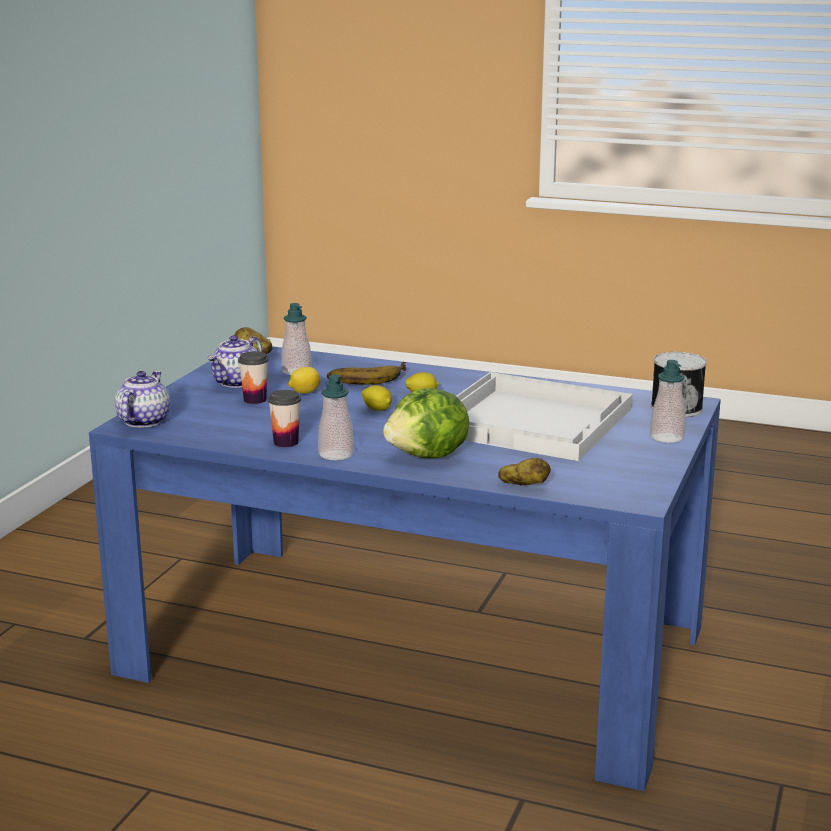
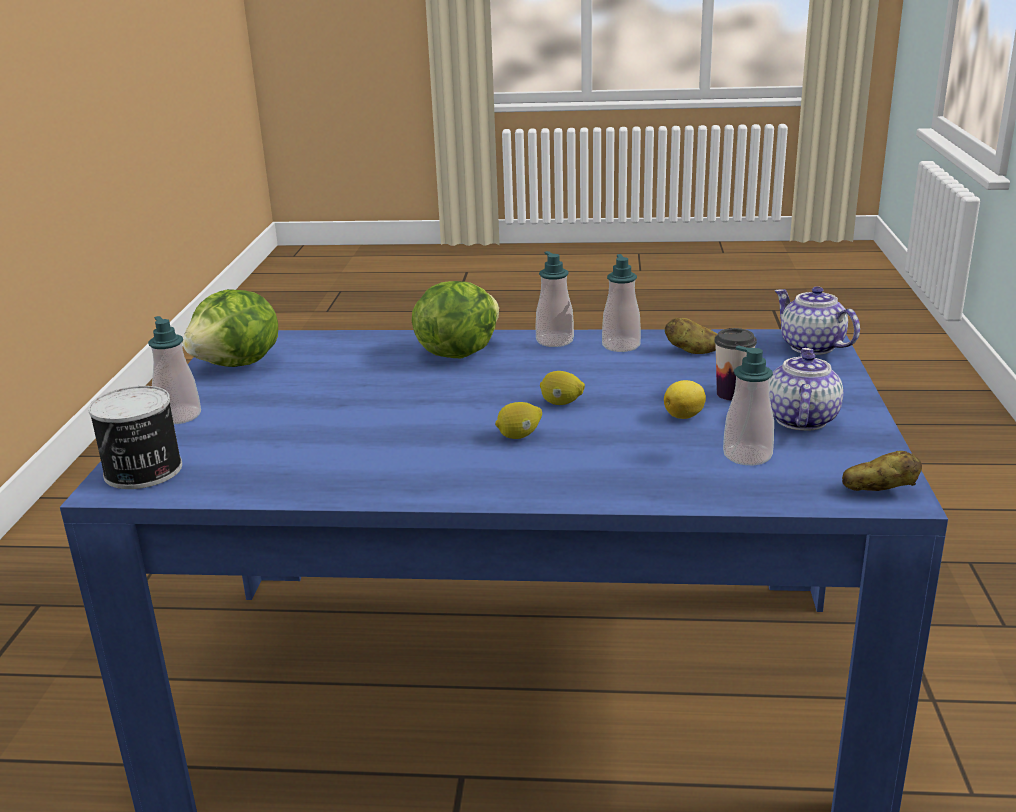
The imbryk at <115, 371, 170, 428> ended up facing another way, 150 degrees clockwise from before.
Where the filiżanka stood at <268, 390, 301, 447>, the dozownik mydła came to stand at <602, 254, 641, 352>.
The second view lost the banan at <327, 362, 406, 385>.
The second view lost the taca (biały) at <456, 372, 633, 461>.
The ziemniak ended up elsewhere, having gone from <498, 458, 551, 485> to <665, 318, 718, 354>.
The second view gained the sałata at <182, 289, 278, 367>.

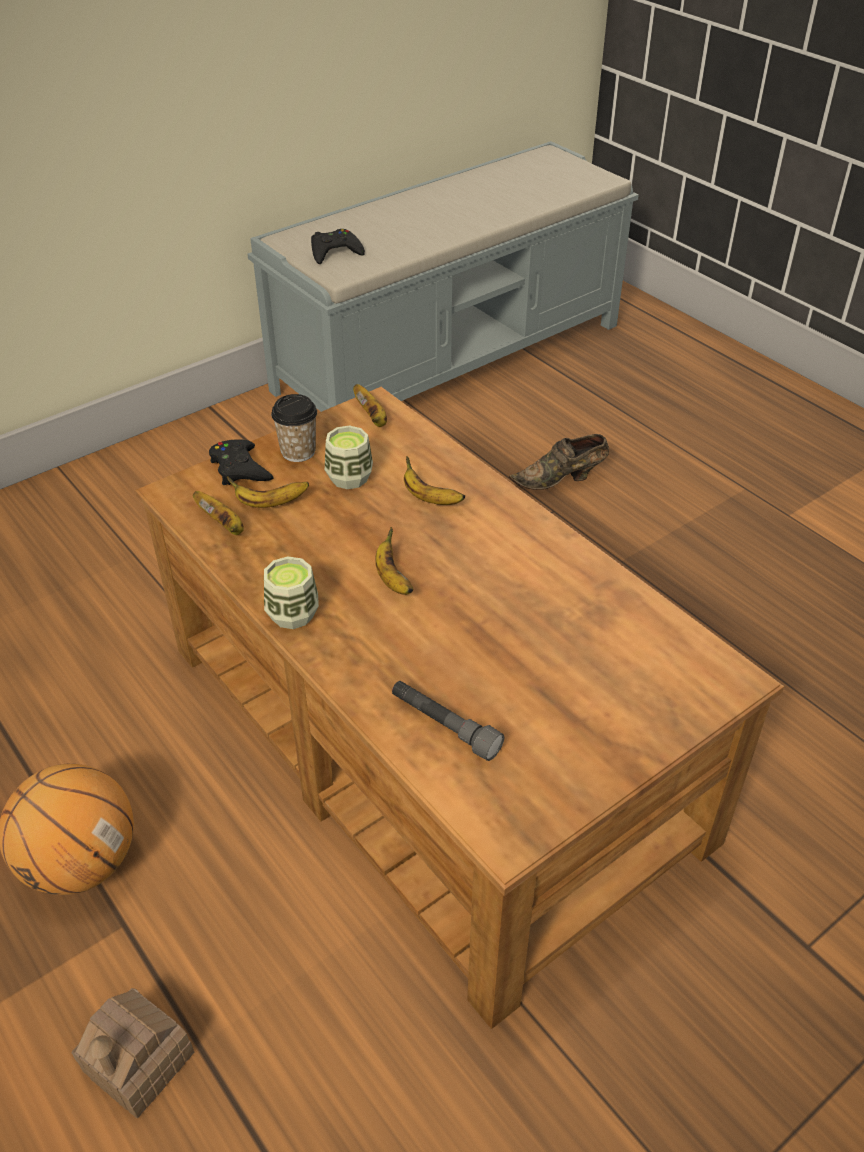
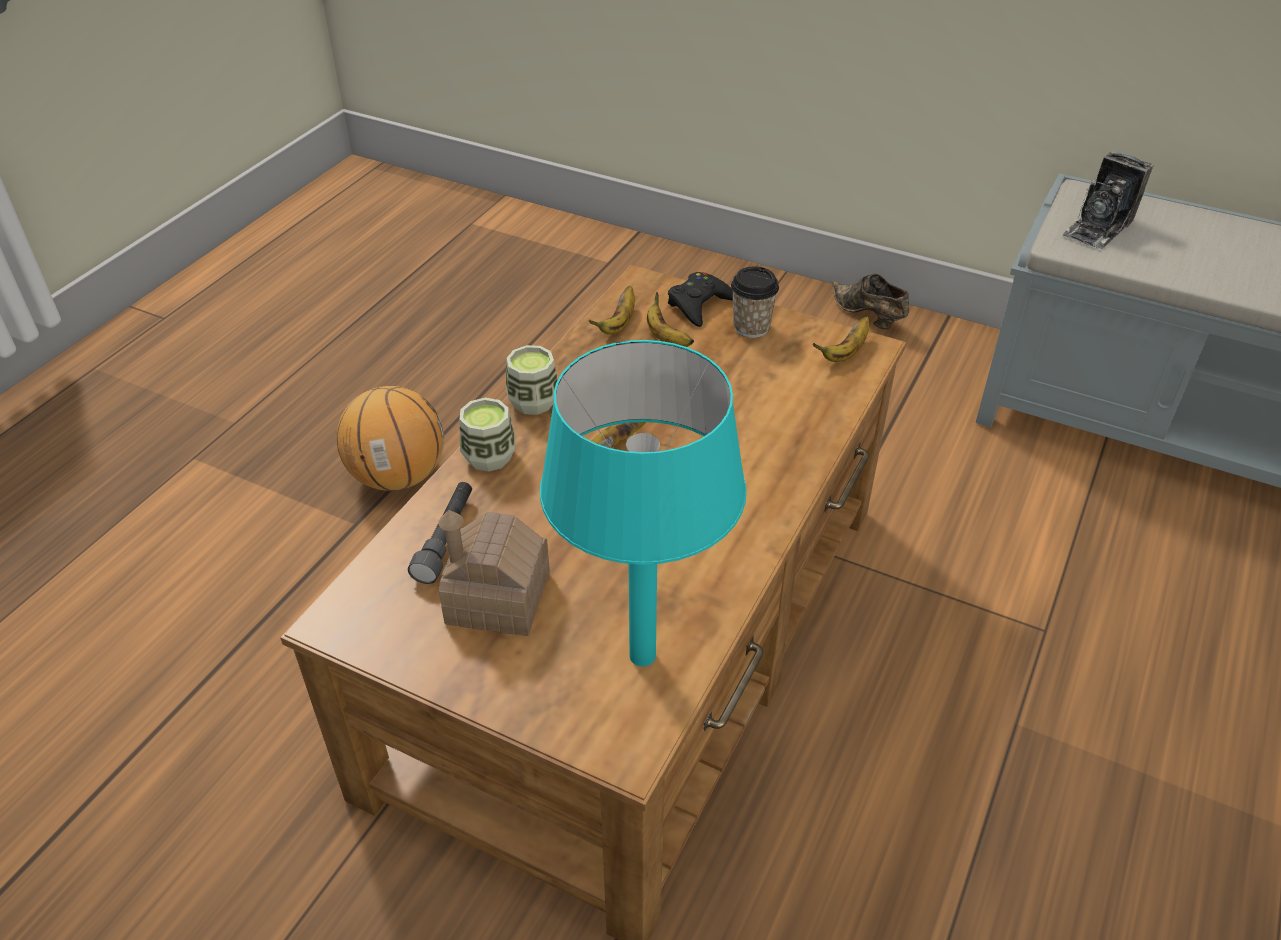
The domek ended up elsewhere, having gone from <71, 988, 194, 1118> to <438, 510, 550, 636>.
Where the pad do gier (czarny) stood at <311, 229, 365, 264>, the aparat fotograficzny came to stand at <1061, 152, 1154, 250>.
The filiżanka ended up elsewhere, having gone from <325, 425, 373, 489> to <460, 398, 515, 472>.
The second view lost the banan at <404, 456, 465, 505>.
The but (brązowy) ended up elsewhere, having gone from <509, 434, 609, 490> to <832, 274, 909, 329>.
The second view gained the lampa stołowa (turkusowy) at <540, 340, 746, 667>.

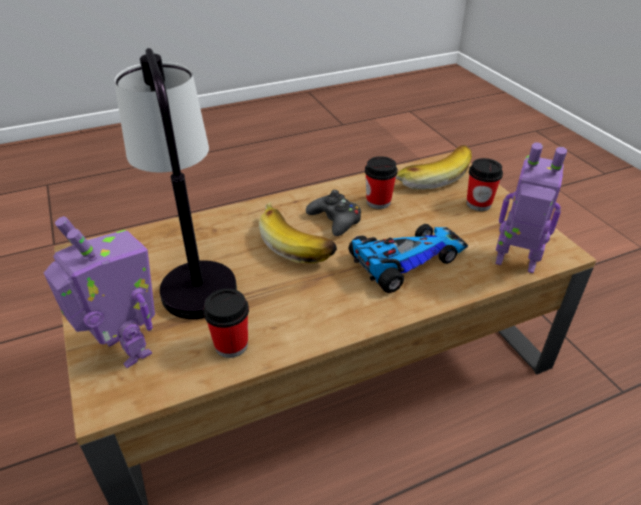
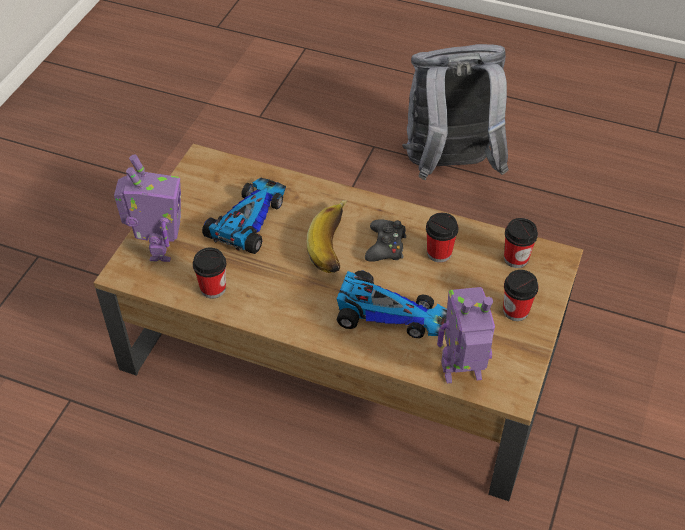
Where the lampa stołowa stood at <114, 48, 237, 319>, the samochodzik came to stand at <202, 178, 286, 254>.
Where the banan stood at <395, 145, 472, 190>, the filiżanka came to stand at <504, 218, 538, 268>.
The robot zabawkowy at <496, 142, 567, 273> ended up facing another way, 75 degrees counterclockwise from before.
The second view gained the plecak (szary) at <402, 44, 509, 180>.

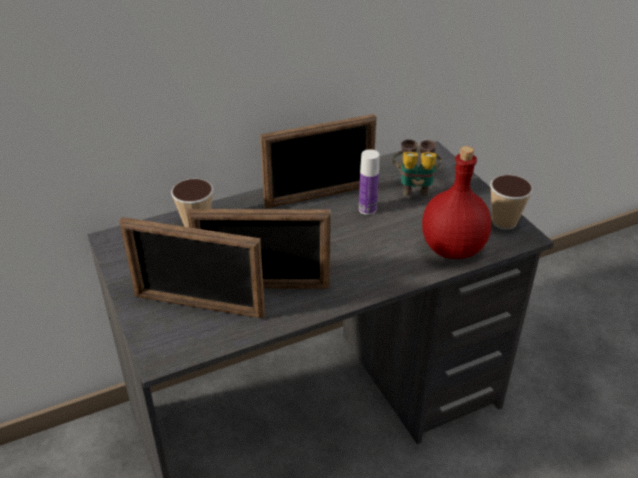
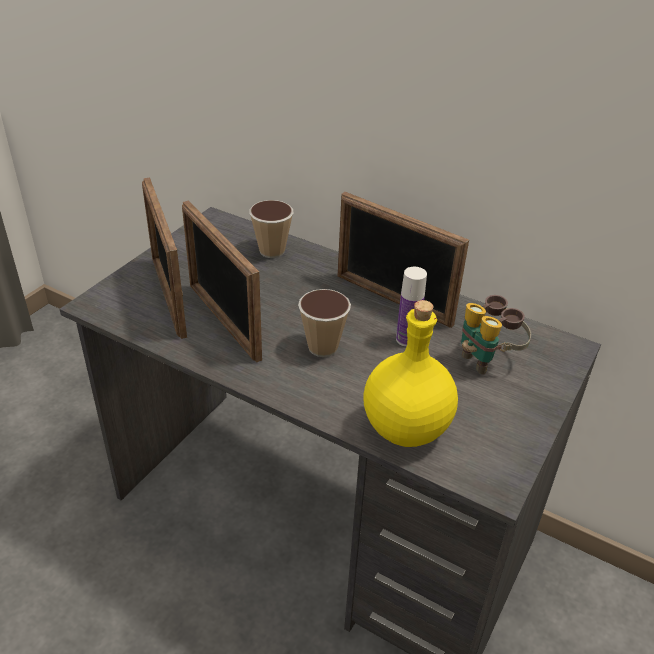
What was the butelka (czerwony) at <422, 146, 491, 259> turned into the butelka (żółty) at <364, 300, 458, 447>.
The filiżanka ended up elsewhere, having gone from <490, 175, 533, 230> to <298, 289, 351, 357>.

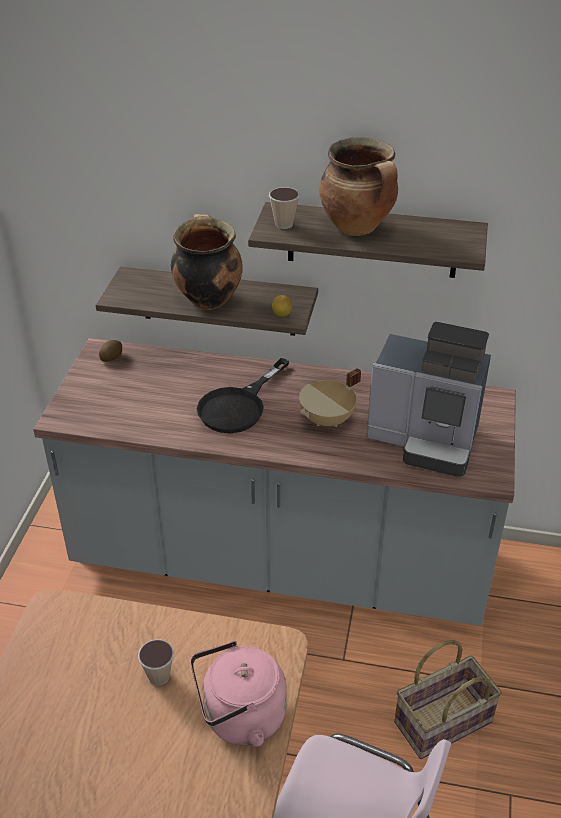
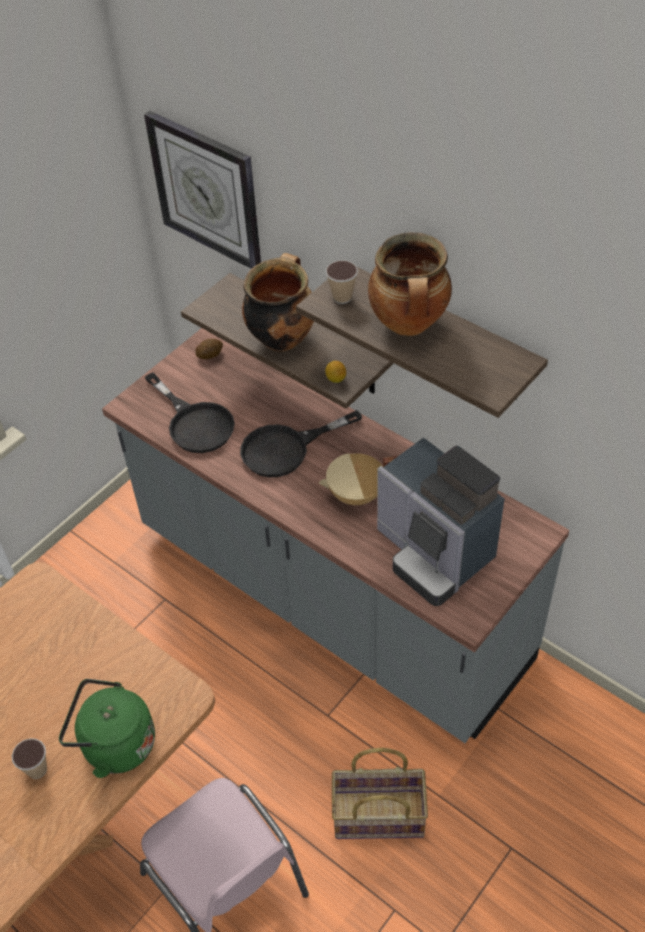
The filiżanka ended up elsewhere, having gone from <138, 639, 174, 686> to <12, 738, 47, 779>.
What was the czajnik (różowy) at <190, 641, 287, 747> turned into the czajnik (zielony) at <59, 679, 155, 778>.
The second view gained the zegar ścienny at <144, 111, 261, 269>.
The second view gained the patelnia (czarny) at <145, 372, 235, 453>.

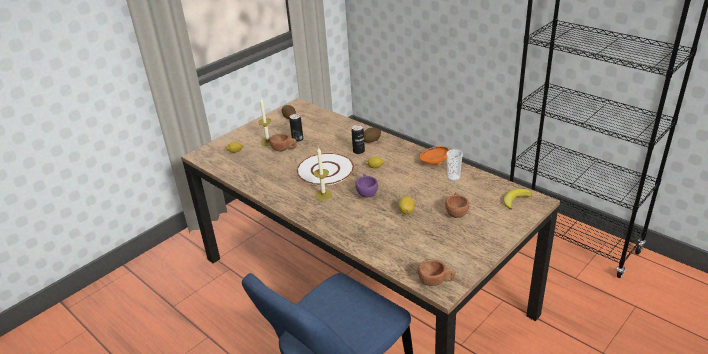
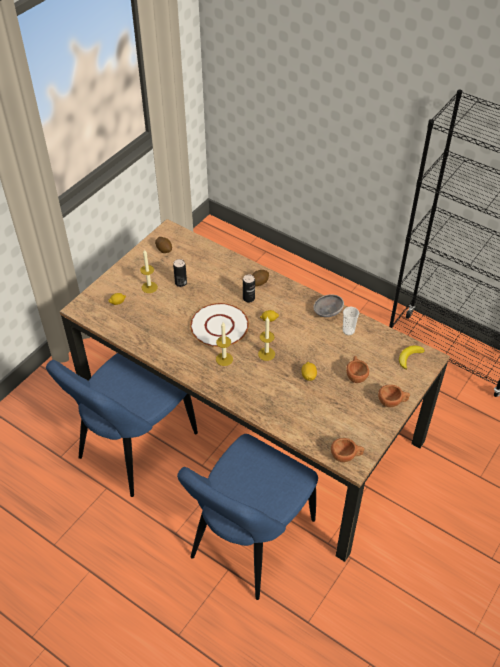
The filiżanka (brązowy) ended up elsewhere, having gone from <270, 134, 297, 151> to <378, 385, 410, 407>.
Where the filiżanka (fioletowy) stood at <355, 174, 378, 198>, the świeca came to stand at <258, 316, 275, 361>.
What was the miska (pomarańczowy) at <420, 146, 450, 165> turned into the miska (szary) at <313, 294, 344, 317>.
The second view gained the krzesło (niebieski) at <46, 353, 198, 497>.

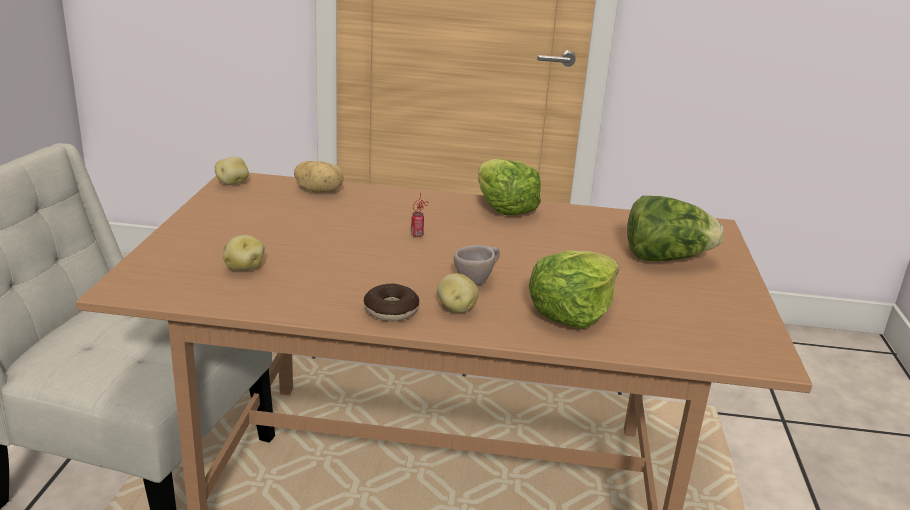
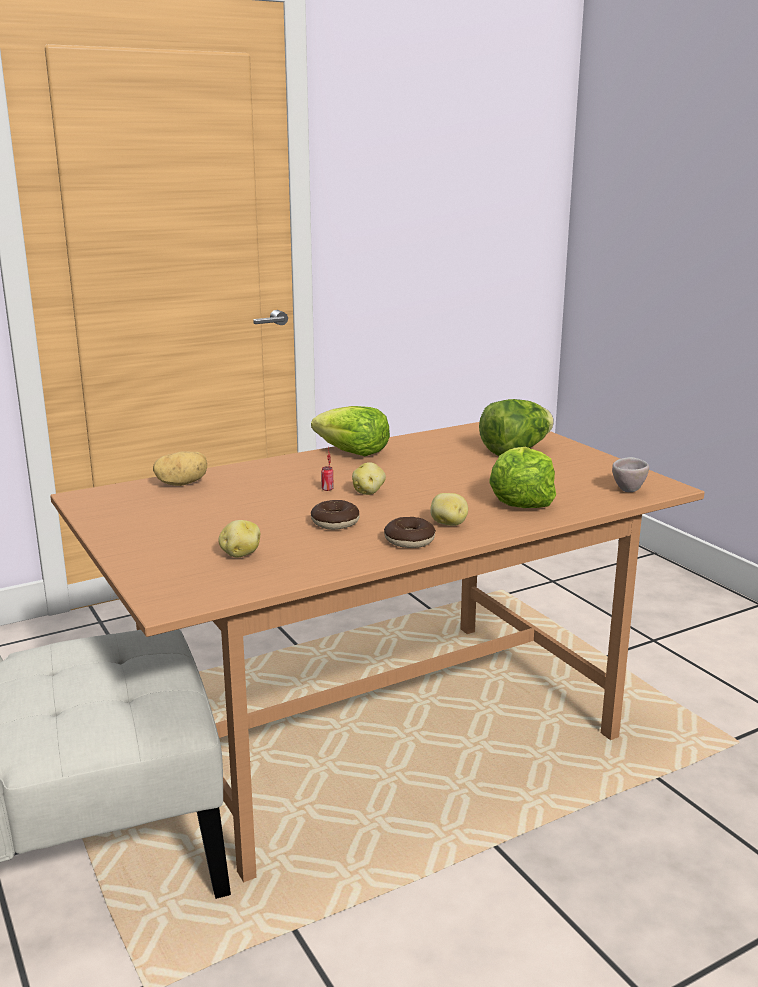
The ziemniak ended up elsewhere, having gone from <215, 156, 249, 185> to <352, 462, 386, 495>.
The filiżanka (beżowy) ended up elsewhere, having gone from <454, 245, 500, 285> to <612, 457, 649, 492>.
The second view gained the donut at <311, 500, 360, 530>.

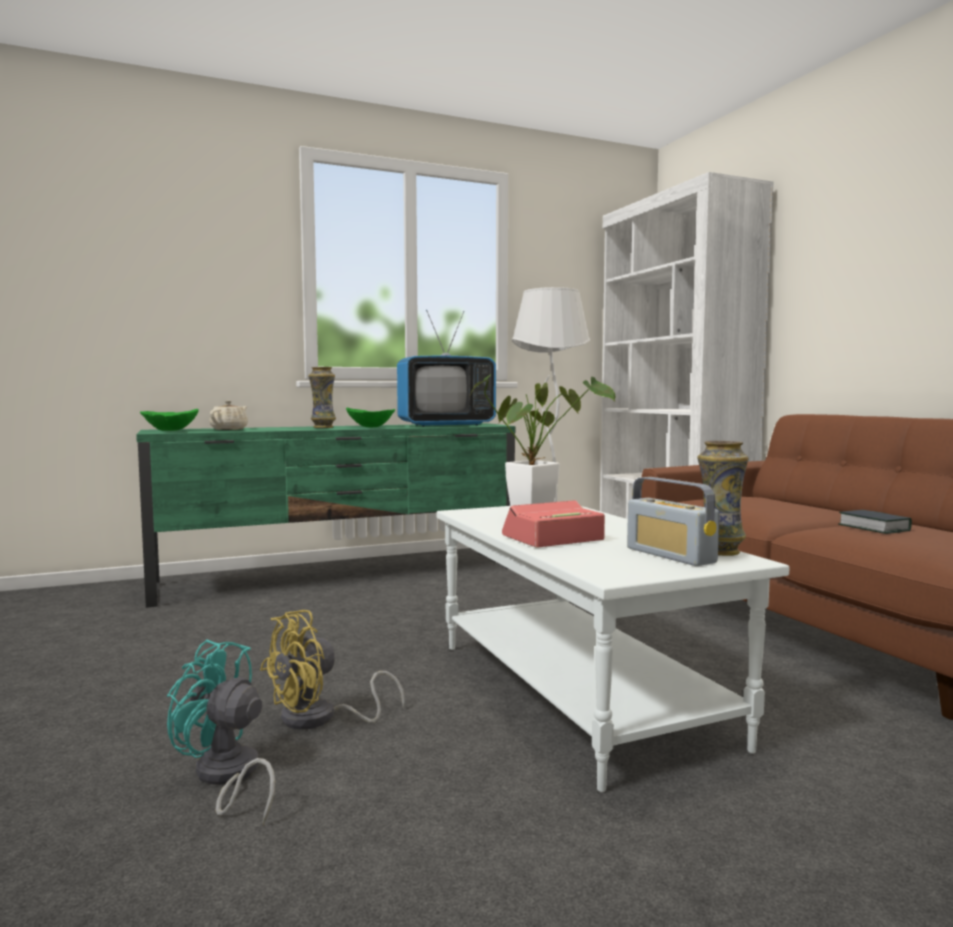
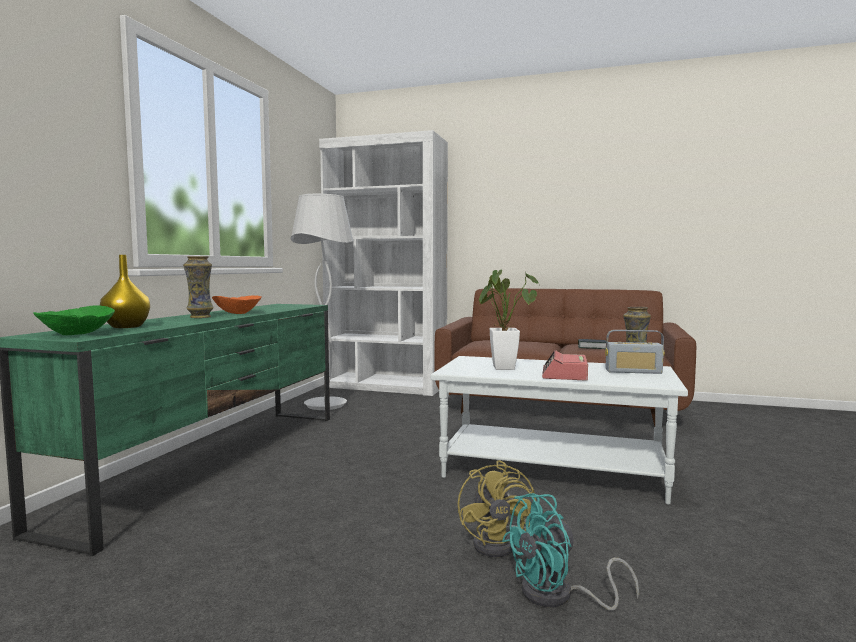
Where the imbryk (beżowy) stood at <209, 401, 248, 430>, the wazon (żółty) came to stand at <100, 255, 150, 328>.
What was the miska (zielony) at <346, 408, 395, 428> turned into the miska (pomarańczowy) at <212, 295, 262, 314>.
The second view lost the telewizor at <397, 310, 496, 427>.

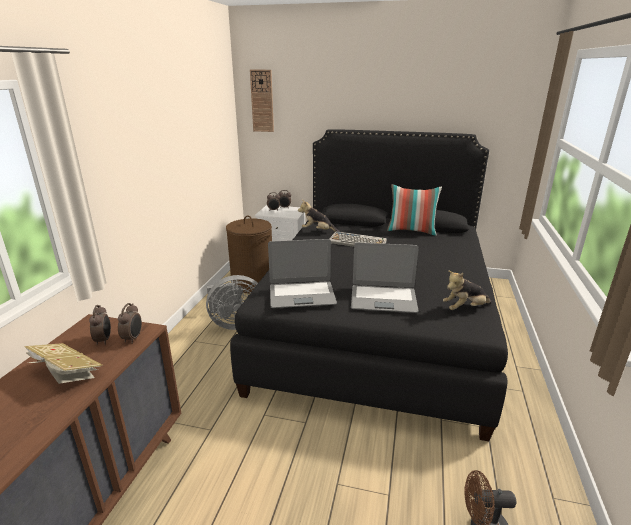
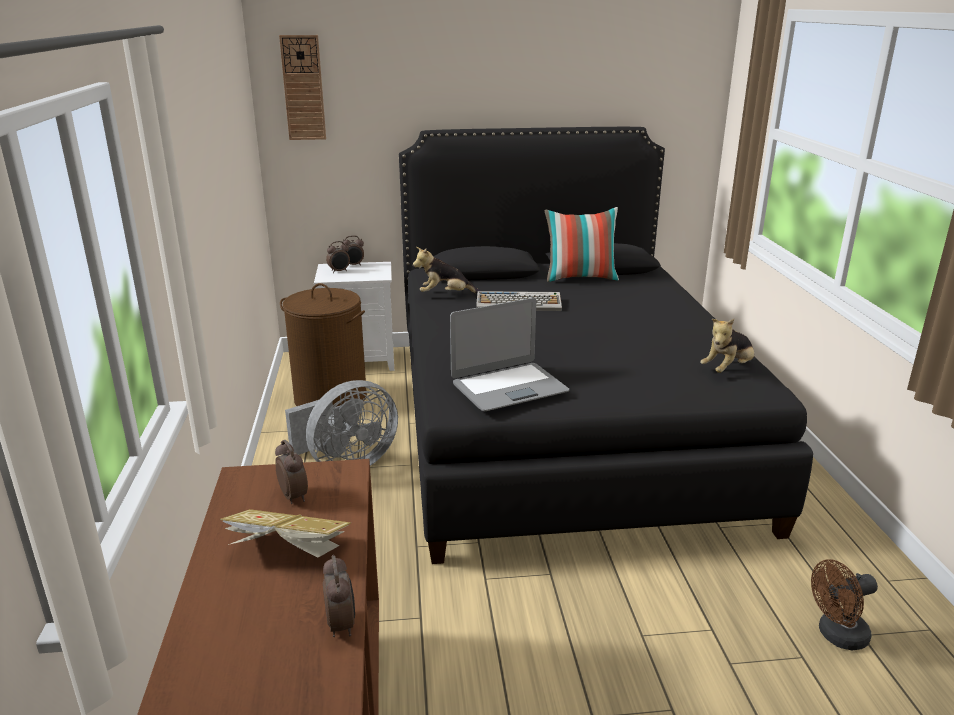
The budzik ended up elsewhere, having gone from <118, 303, 142, 344> to <323, 555, 355, 637>.
The second view lost the laptop at <351, 242, 419, 313>.

